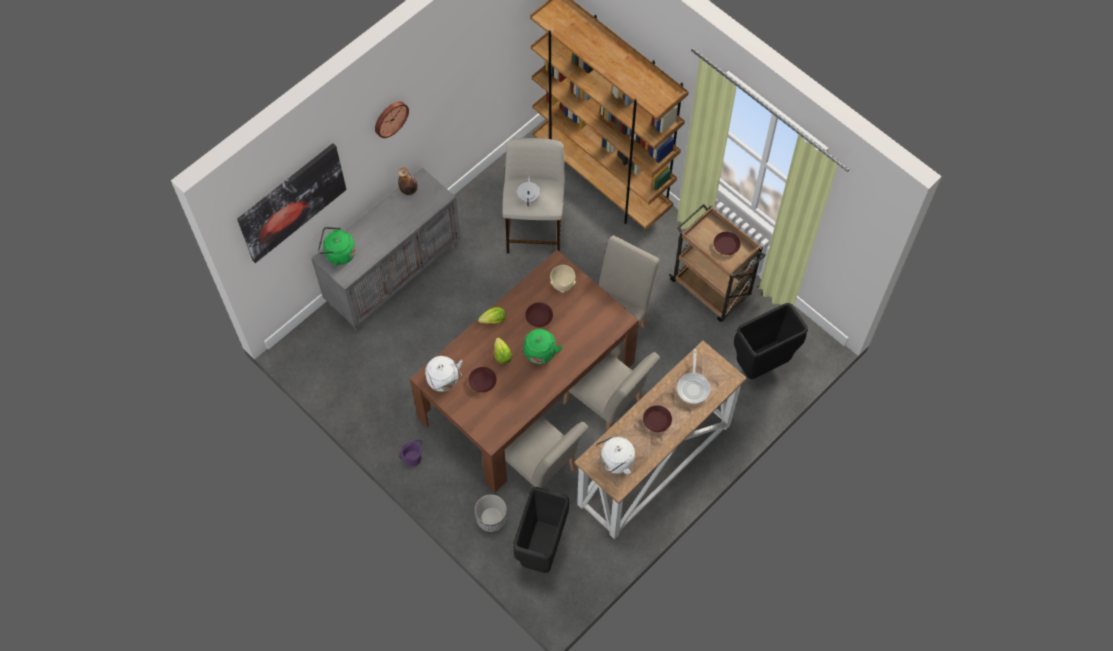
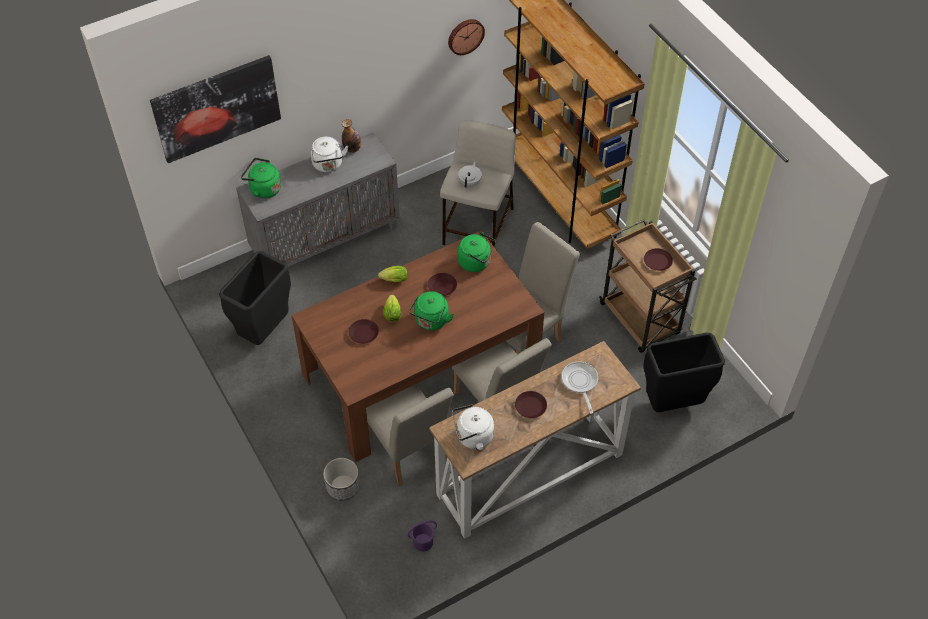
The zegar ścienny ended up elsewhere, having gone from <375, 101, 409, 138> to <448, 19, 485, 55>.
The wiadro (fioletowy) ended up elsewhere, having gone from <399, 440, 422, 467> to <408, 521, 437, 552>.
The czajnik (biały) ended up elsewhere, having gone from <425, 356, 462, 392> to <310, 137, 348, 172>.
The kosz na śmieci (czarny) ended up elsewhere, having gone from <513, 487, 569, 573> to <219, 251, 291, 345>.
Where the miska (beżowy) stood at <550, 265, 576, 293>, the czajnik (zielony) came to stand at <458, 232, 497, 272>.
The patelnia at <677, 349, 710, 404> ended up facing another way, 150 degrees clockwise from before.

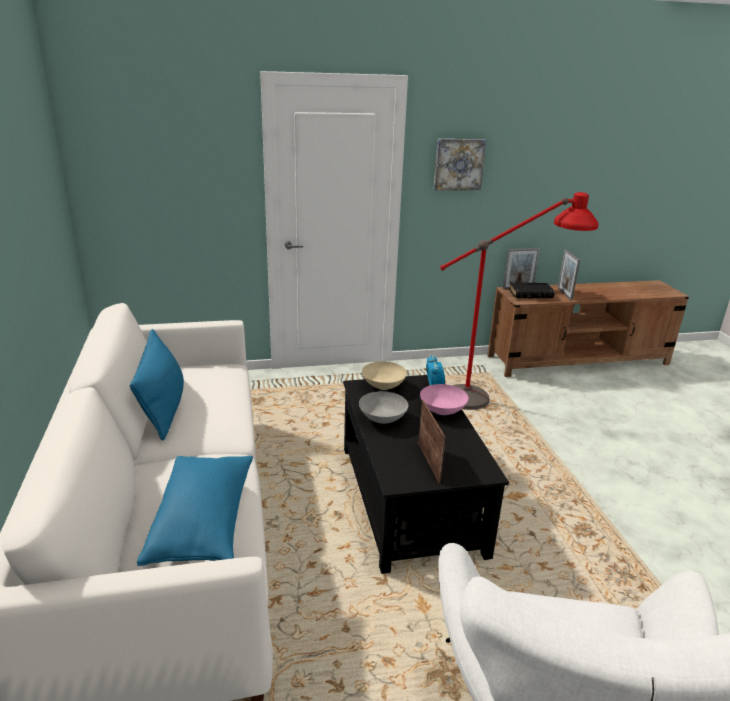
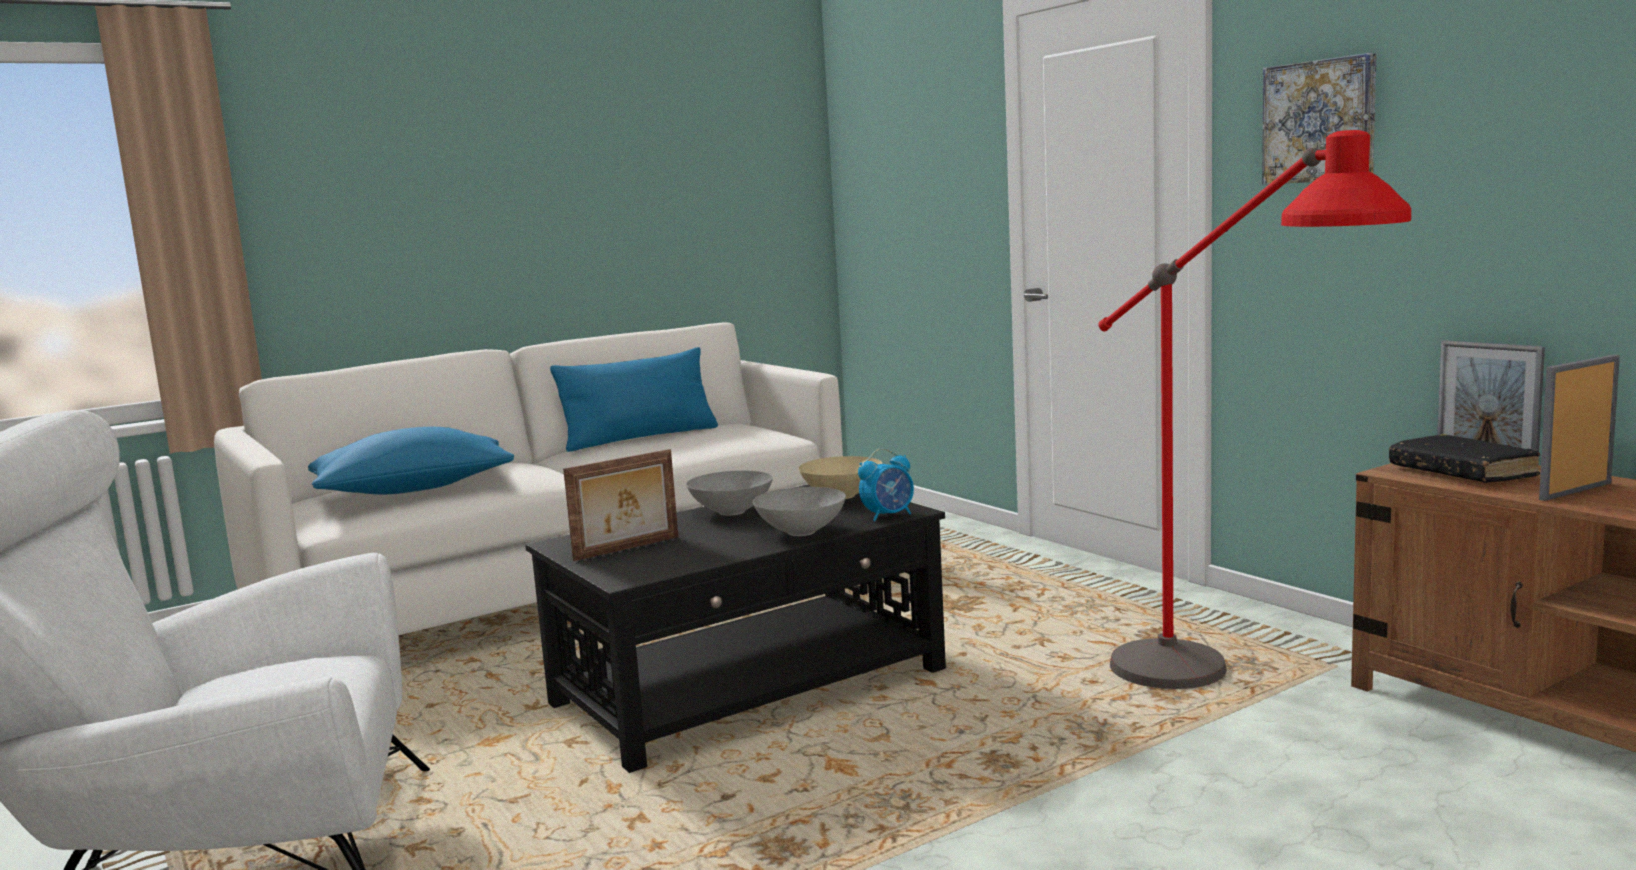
What was the miska (różowy) at <420, 384, 468, 415> turned into the miska (szary) at <753, 487, 846, 536>.

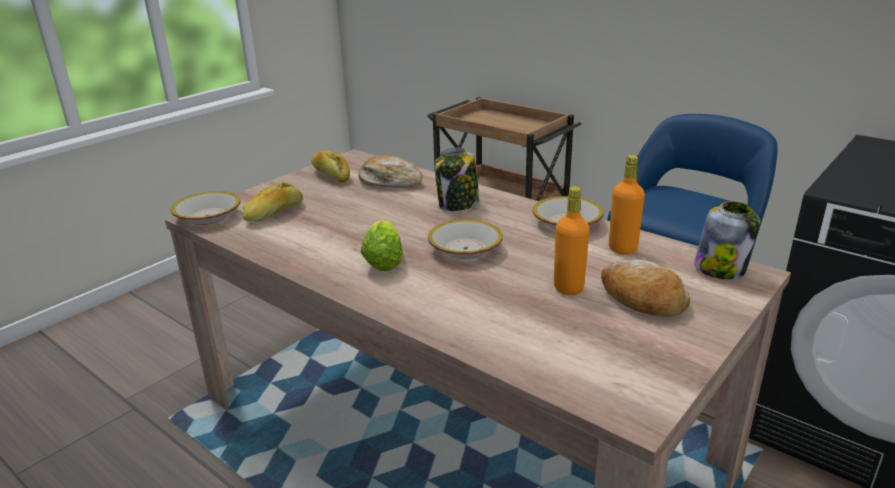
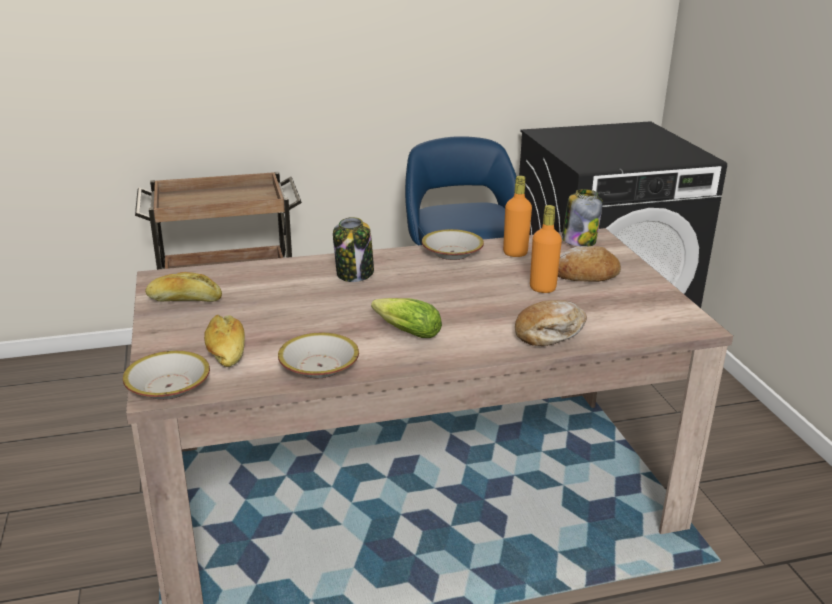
The chleb ended up elsewhere, having gone from <358, 155, 423, 188> to <515, 300, 587, 346>.
The miska ended up elsewhere, having gone from <428, 219, 503, 259> to <278, 333, 359, 378>.

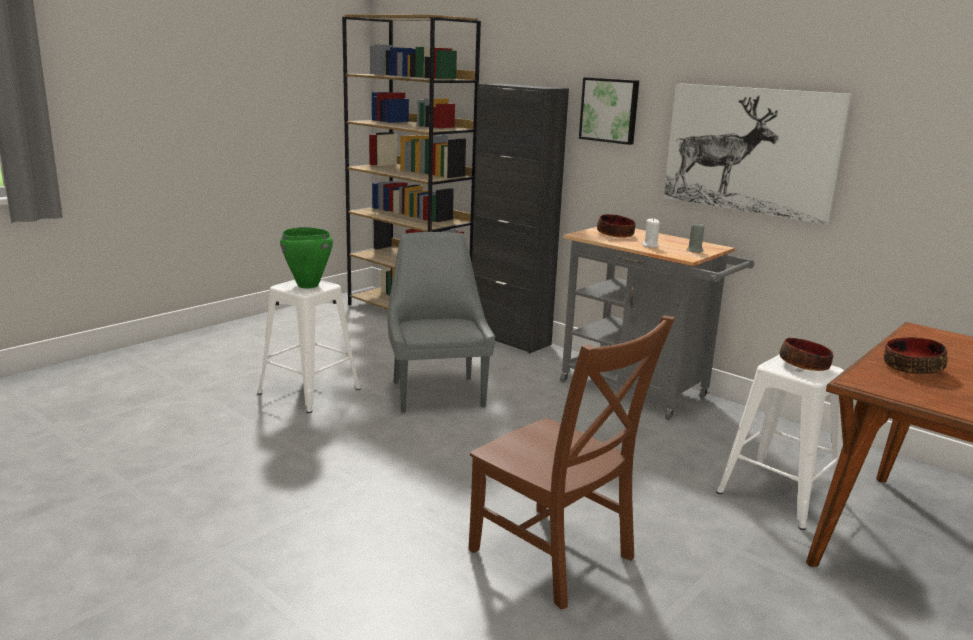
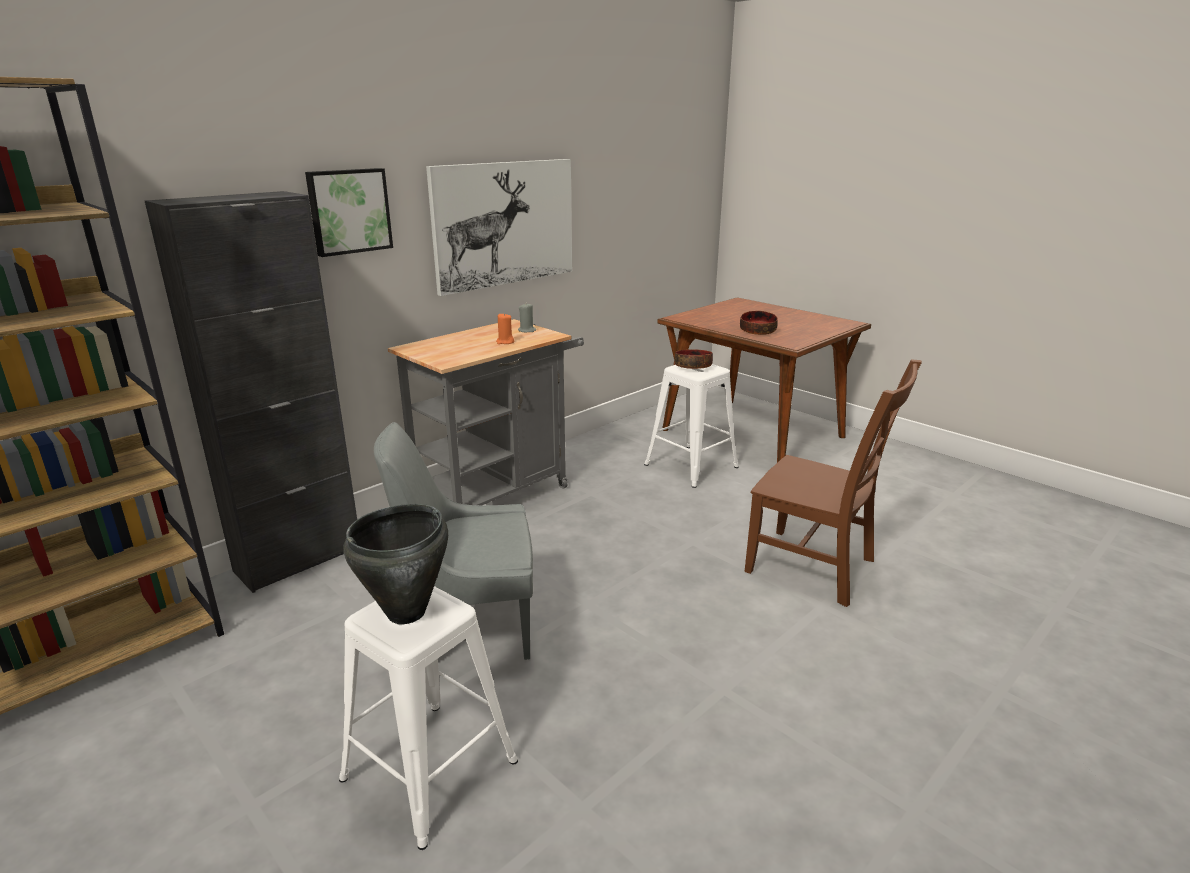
What was the garnek (zielony) at <280, 227, 333, 288> turned into the garnek (czarny) at <343, 504, 448, 624>.
The krzesło (brązowy) at <468, 315, 675, 610> ended up facing another way, 75 degrees clockwise from before.
The second view lost the miska at <597, 214, 636, 238>.
What was the świeca (biały) at <642, 218, 660, 248> turned into the świeca (pomarańczowy) at <496, 313, 514, 344>.

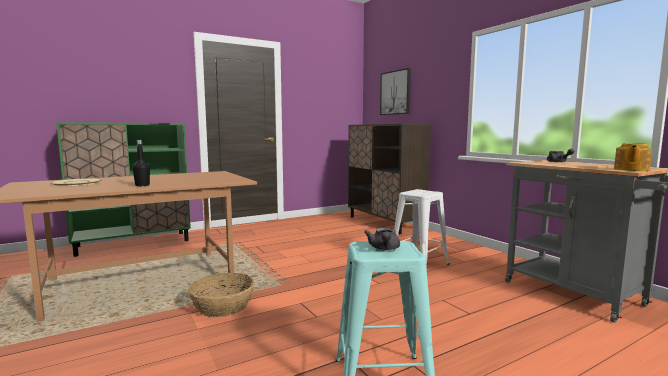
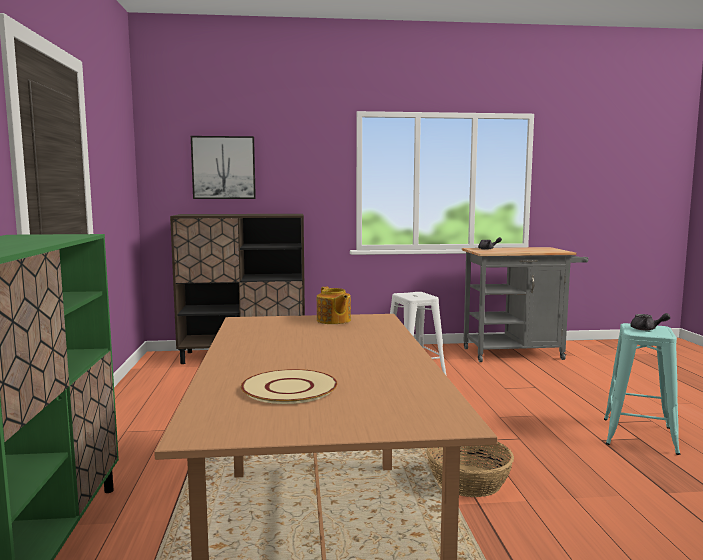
The second view lost the butelka (czarny) at <132, 140, 150, 186>.
The imbryk ended up elsewhere, having gone from <614, 143, 652, 171> to <317, 287, 351, 324>.

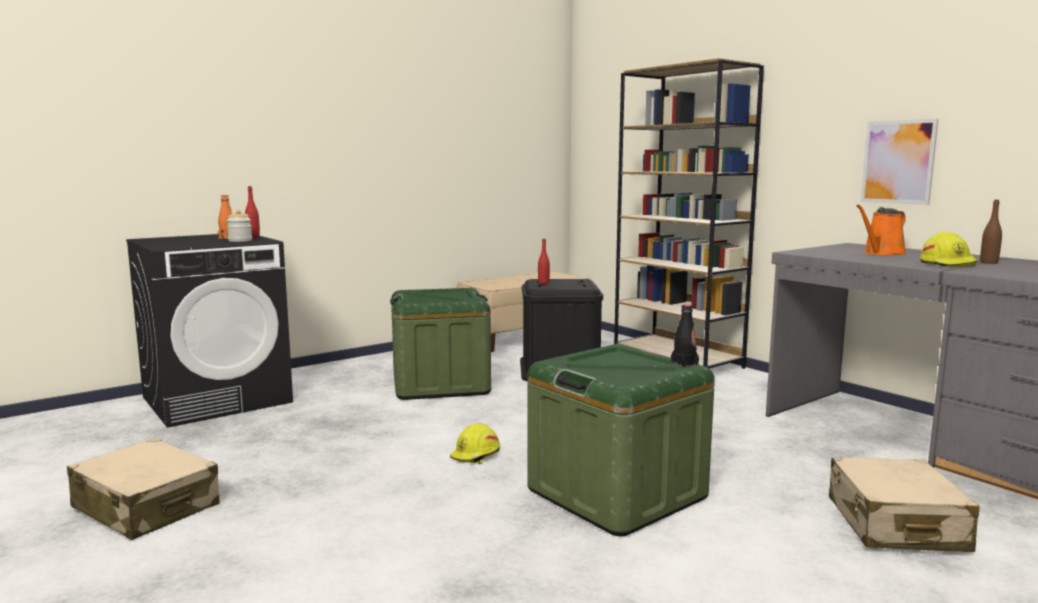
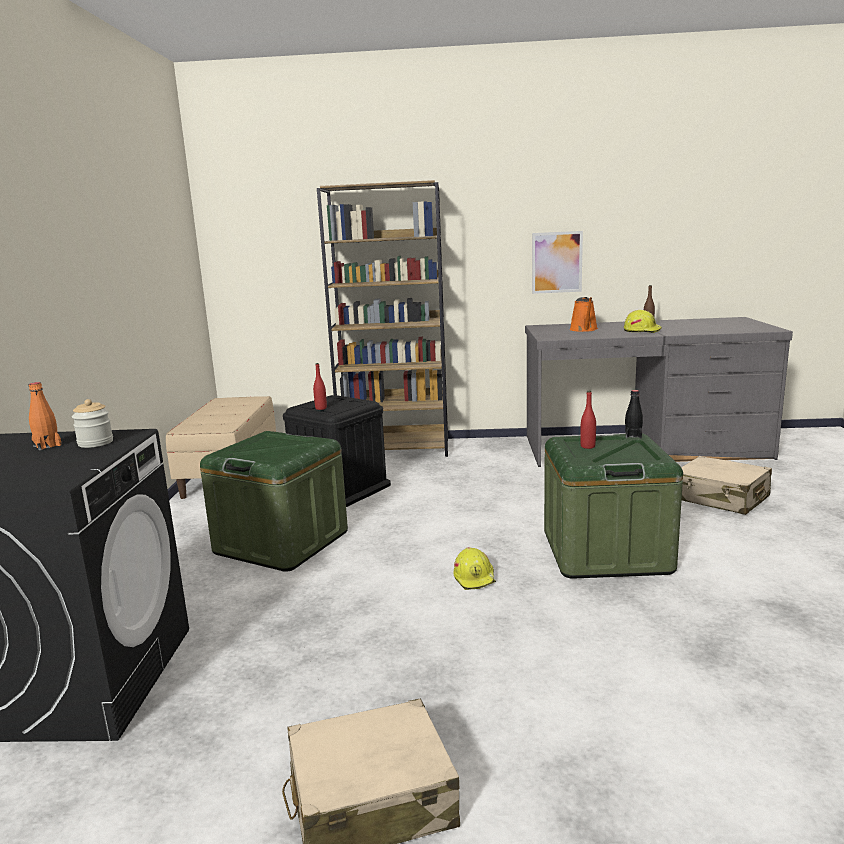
The butelka (czerwony) ended up elsewhere, having gone from <245, 186, 260, 238> to <580, 391, 596, 449>.

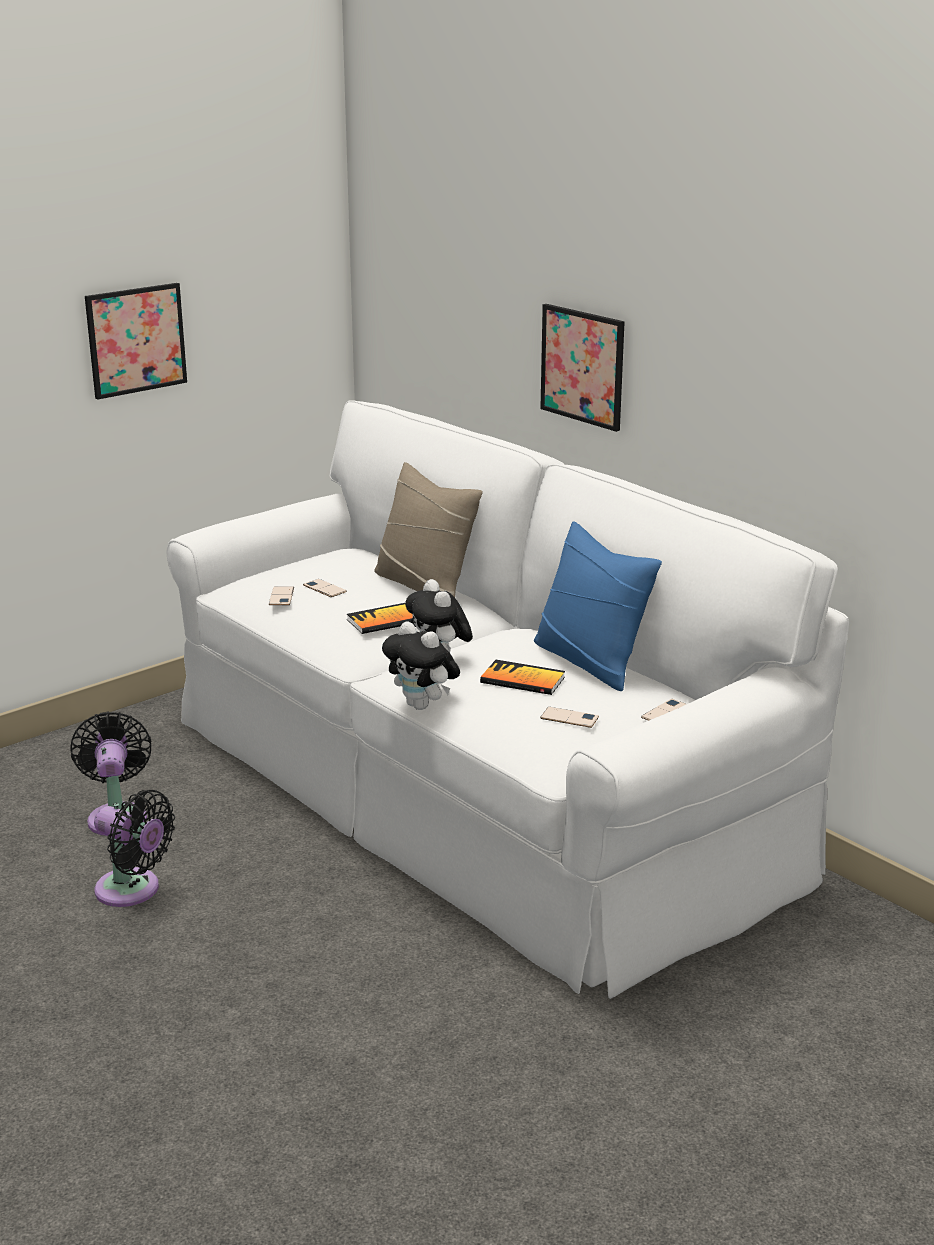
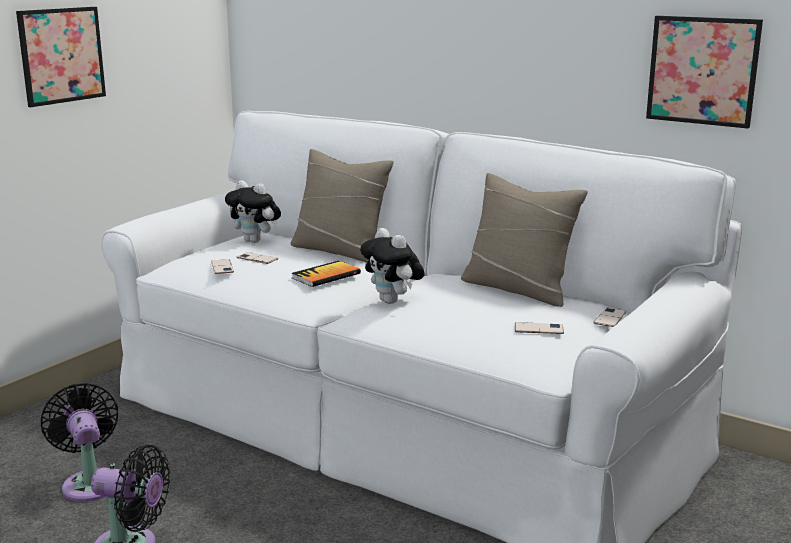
The pluszak ended up elsewhere, having gone from <382, 621, 460, 710> to <225, 180, 281, 243>.
The second view lost the książka at <480, 660, 565, 695>.
What was the poduszka (niebieski) at <534, 521, 662, 691> turned into the poduszka (beżowy) at <461, 173, 588, 307>.
The obraz ended up elsewhere, having gone from <540, 304, 625, 432> to <646, 16, 763, 128>.

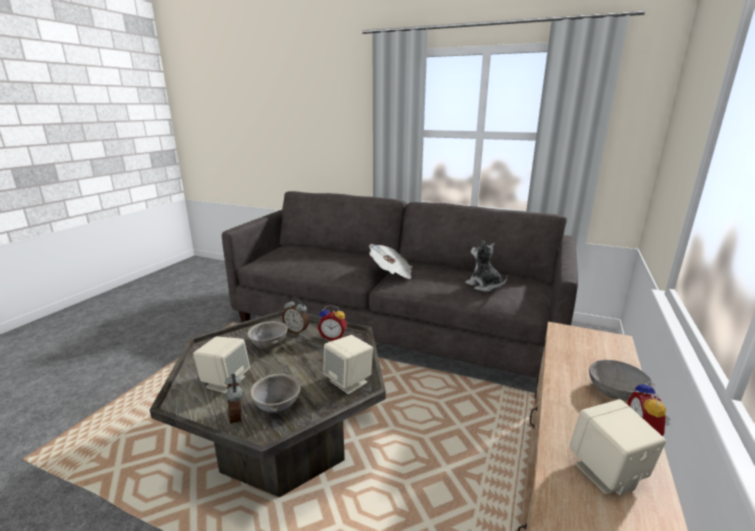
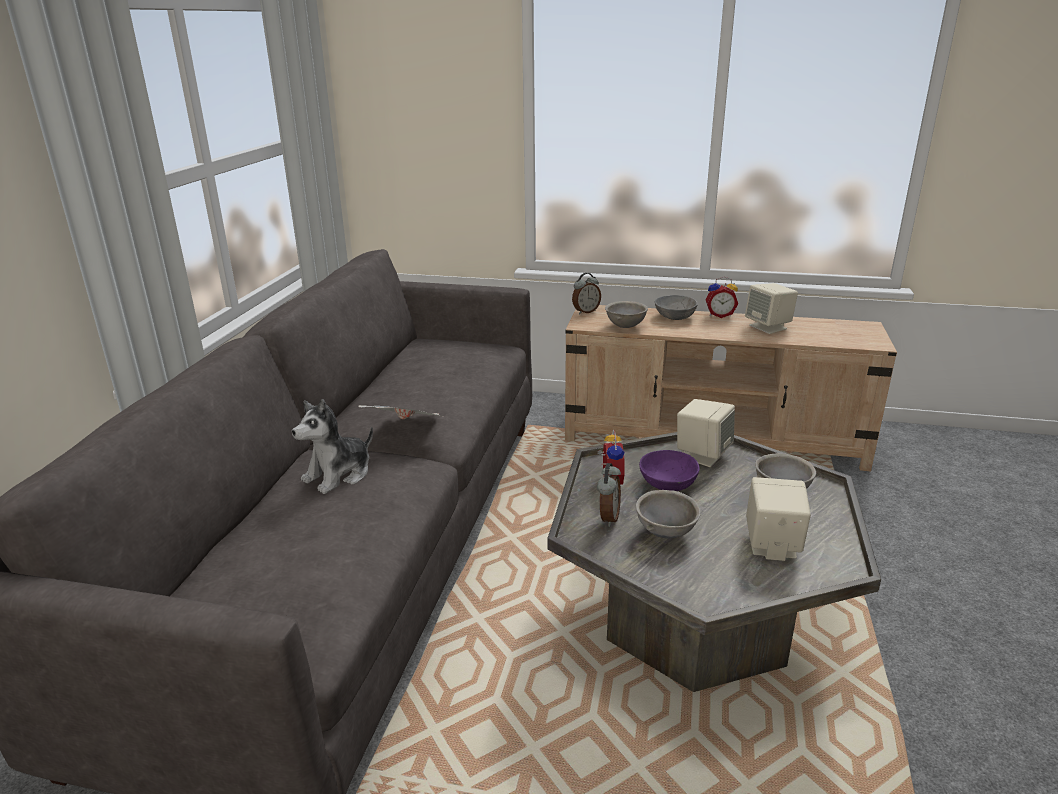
The budzik ended up elsewhere, having gone from <225, 374, 243, 427> to <572, 273, 601, 314>.
The pluszak ended up elsewhere, having gone from <465, 240, 507, 292> to <292, 399, 373, 494>.
The second view gained the miska (szary) at <605, 301, 648, 328>.
The second view gained the miska (fioletowy) at <639, 450, 699, 491>.

